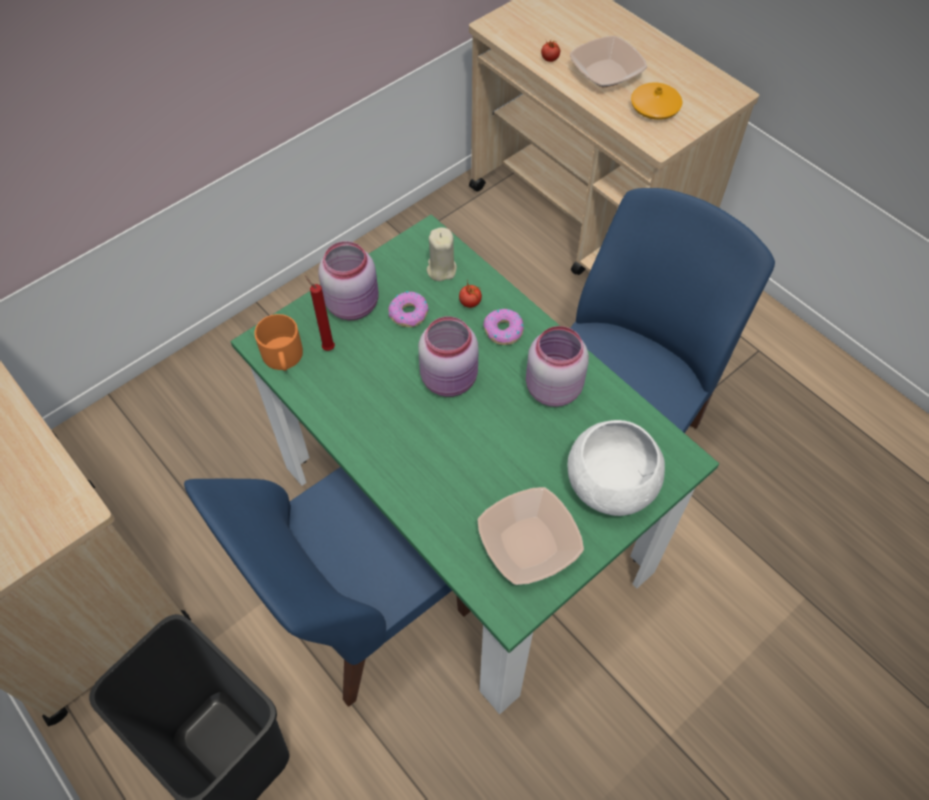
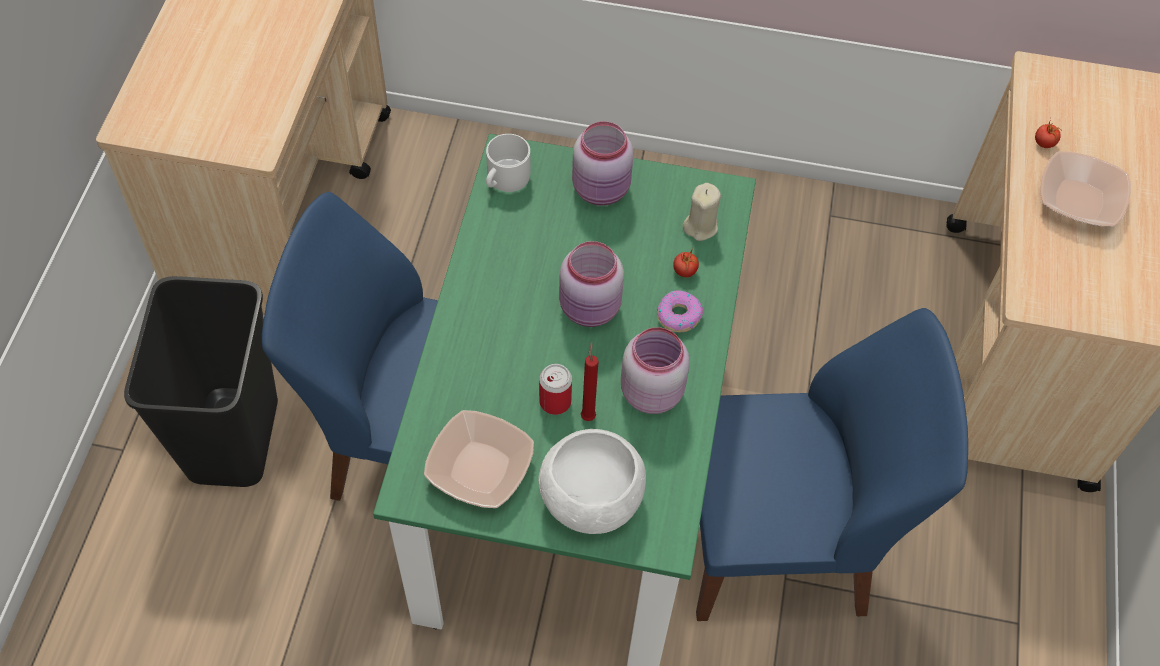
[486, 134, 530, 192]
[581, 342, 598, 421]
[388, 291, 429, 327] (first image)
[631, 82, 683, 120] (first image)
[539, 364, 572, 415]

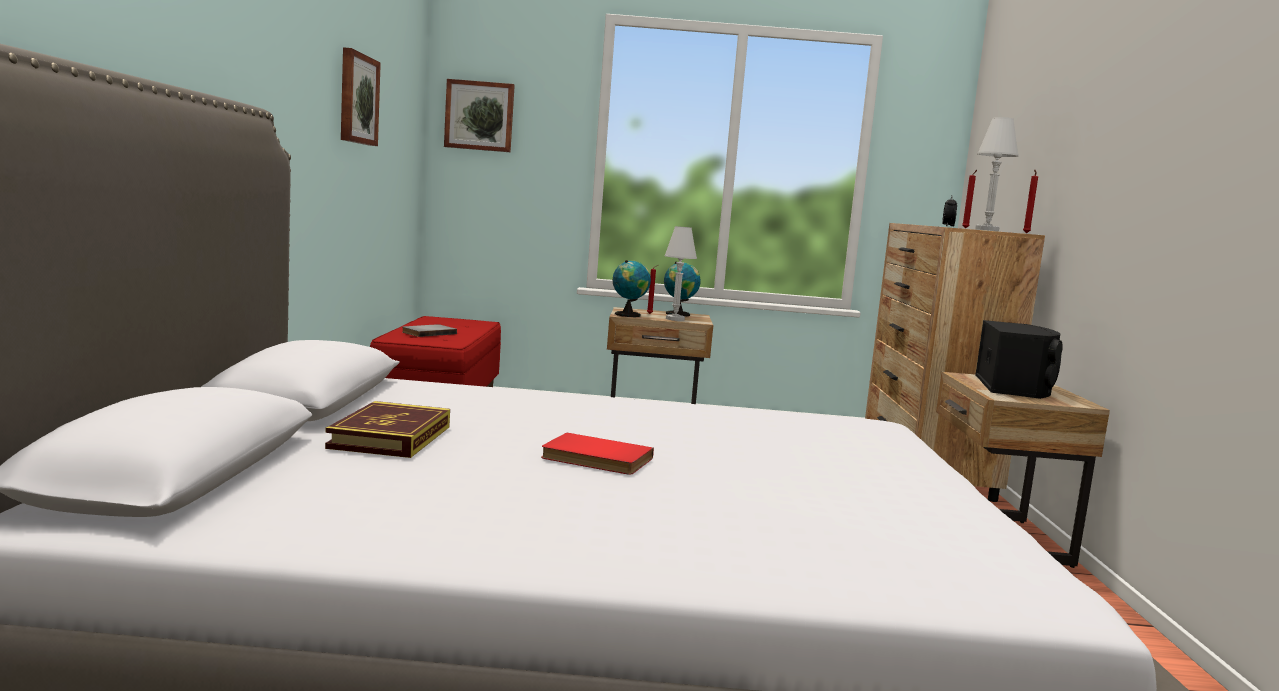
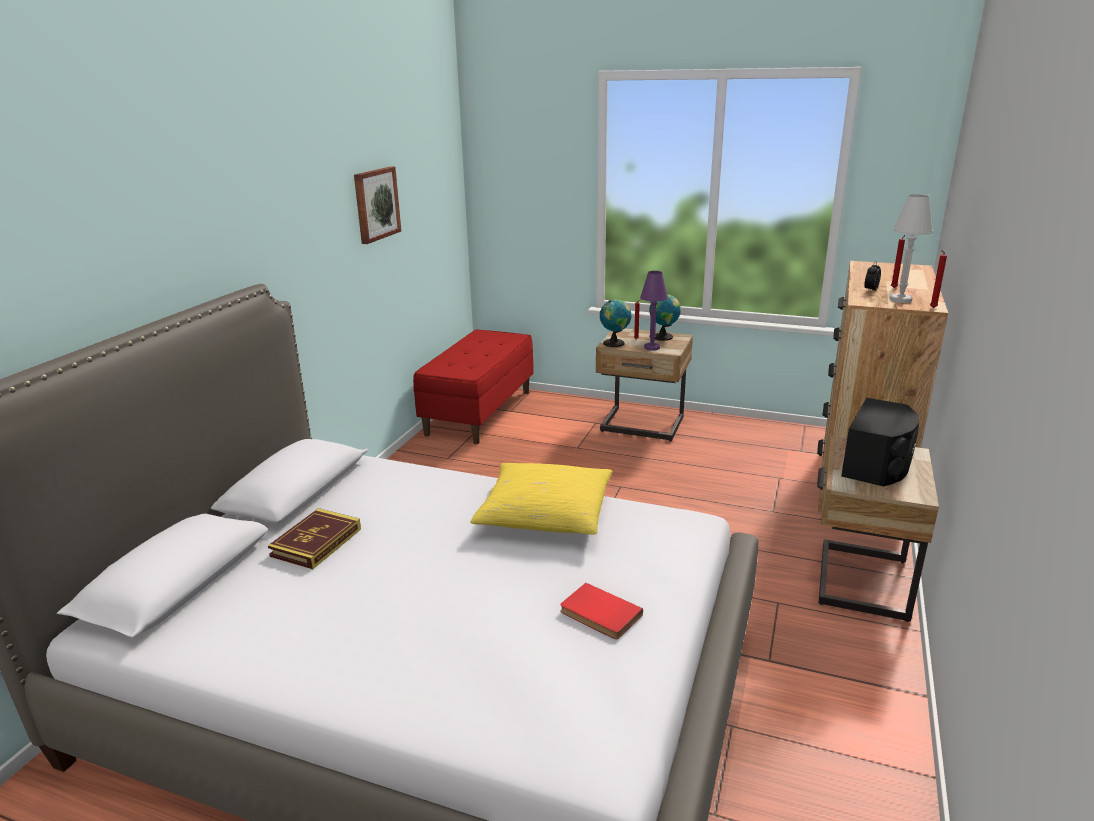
[402, 324, 457, 337] (first image)
[444, 79, 515, 152] (first image)
[560, 583, 643, 639]
[640, 271, 668, 351]
[470, 463, 612, 534]

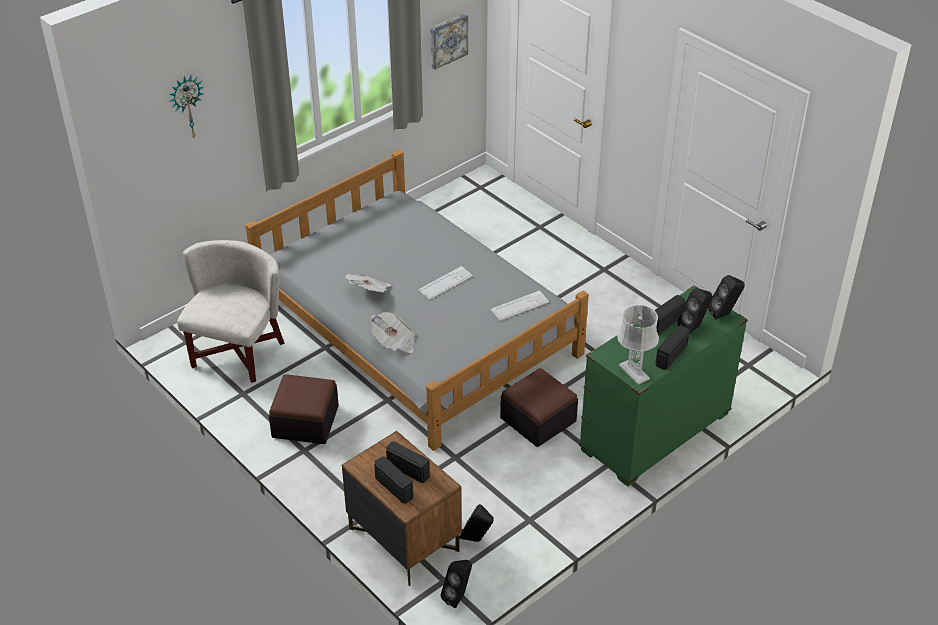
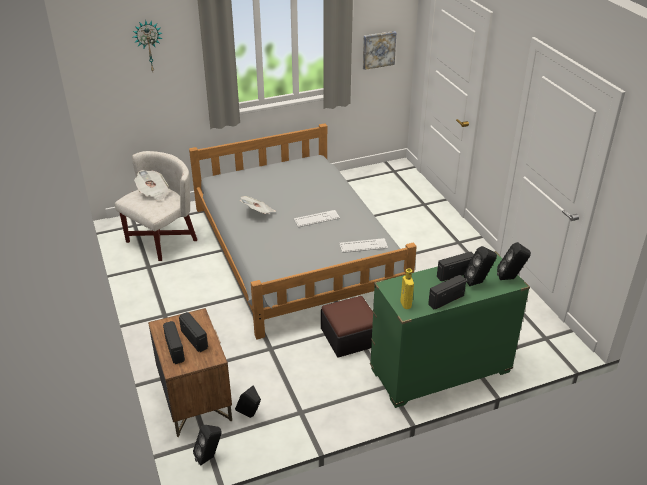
[269, 374, 339, 444] (first image)
[134, 170, 170, 201]
[400, 268, 414, 309]

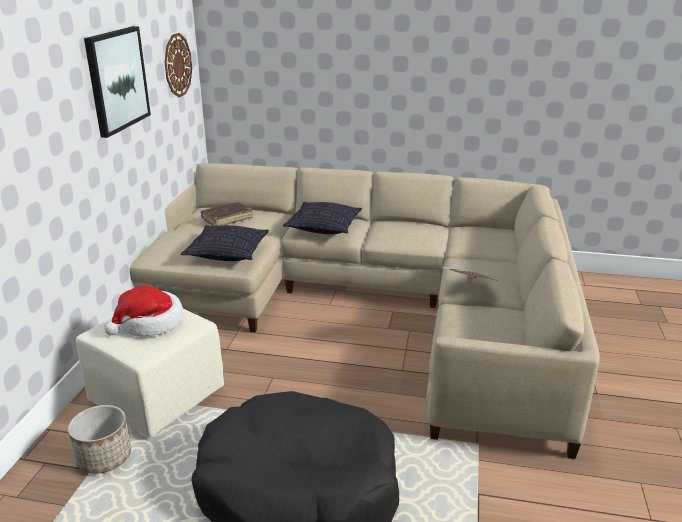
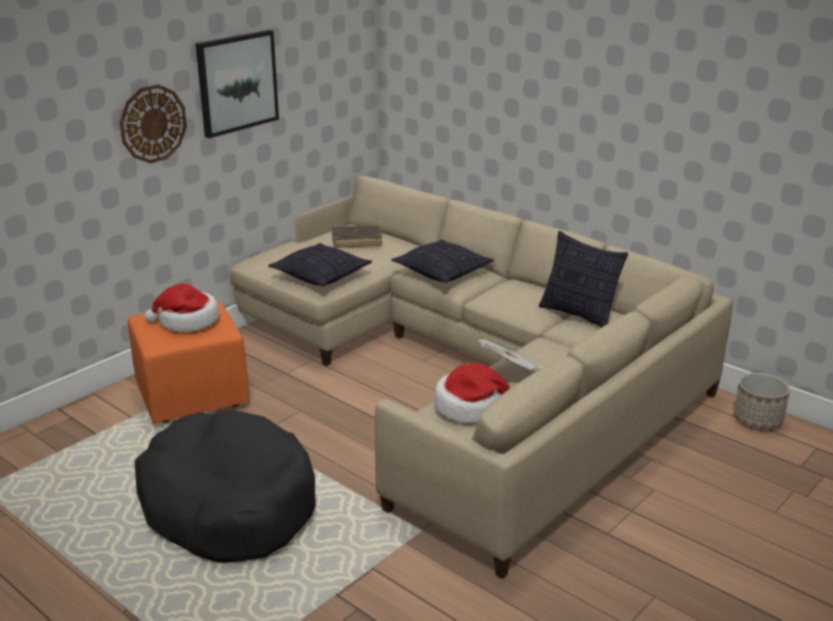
[734, 373, 790, 430]
[128, 301, 250, 424]
[120, 84, 187, 164]
[434, 363, 510, 423]
[539, 231, 628, 328]

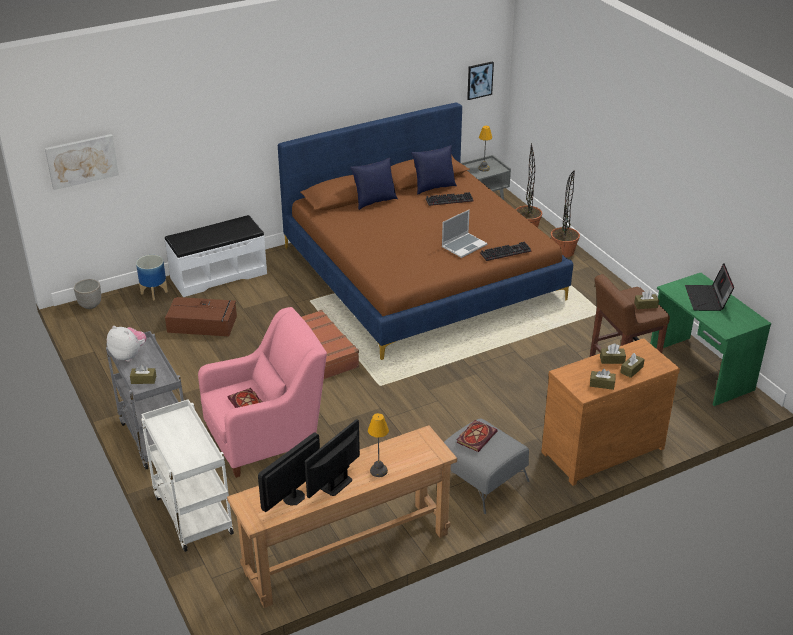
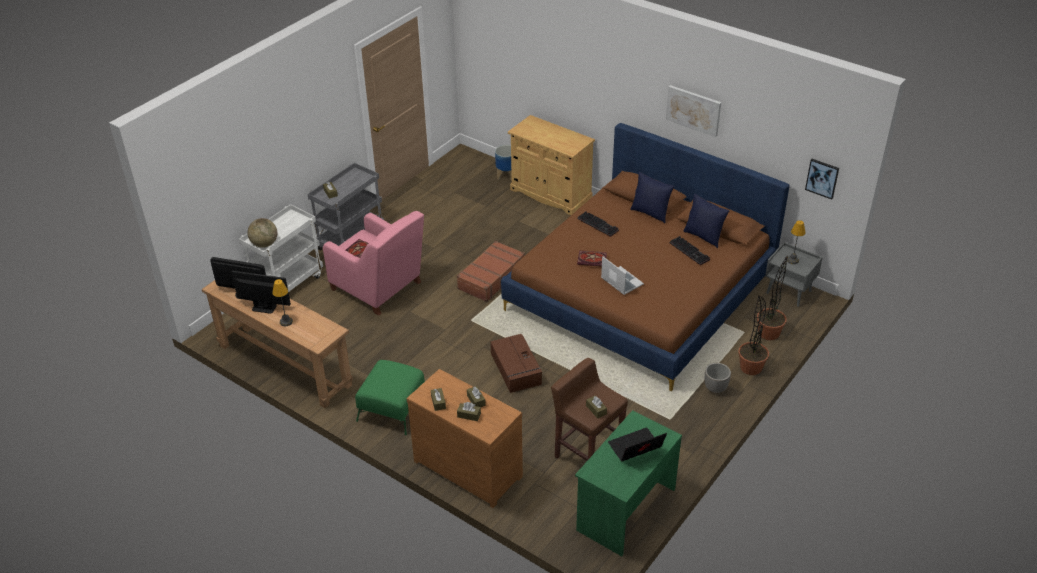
[666, 85, 721, 137]
[705, 363, 731, 393]
[107, 326, 147, 361] (first image)
[508, 115, 595, 215]
[490, 334, 542, 393]
[601, 256, 644, 295]
[355, 360, 425, 435]
[577, 250, 607, 267]
[577, 211, 619, 237]
[248, 218, 277, 248]

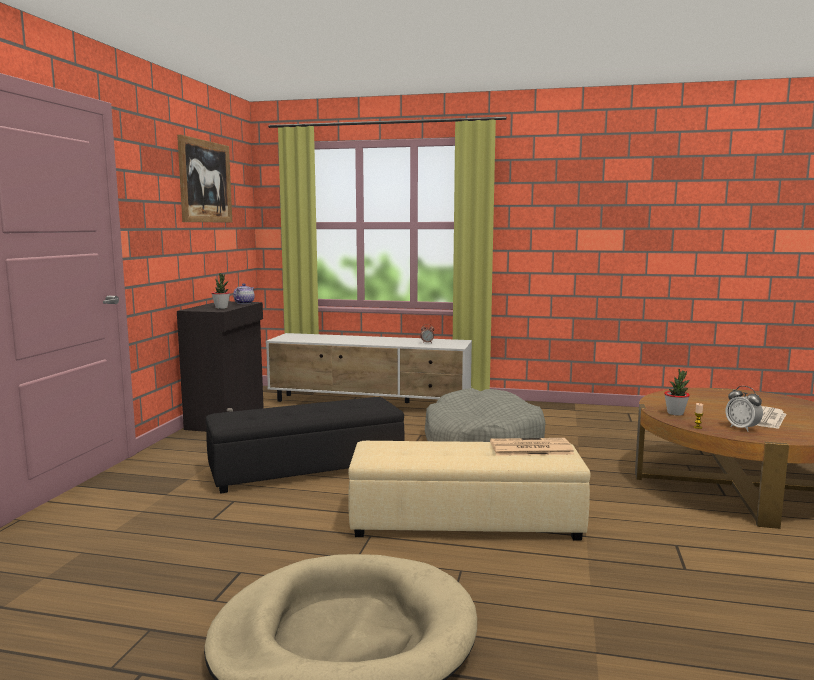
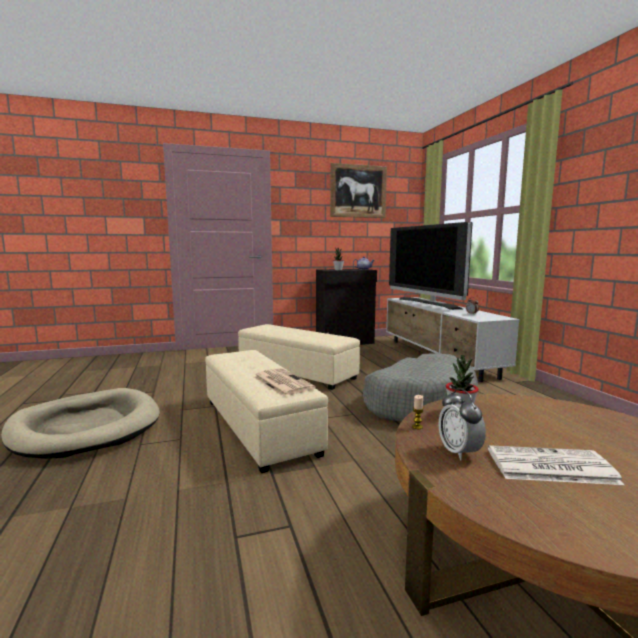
[238, 324, 360, 390]
[438, 388, 486, 460]
[389, 222, 472, 310]

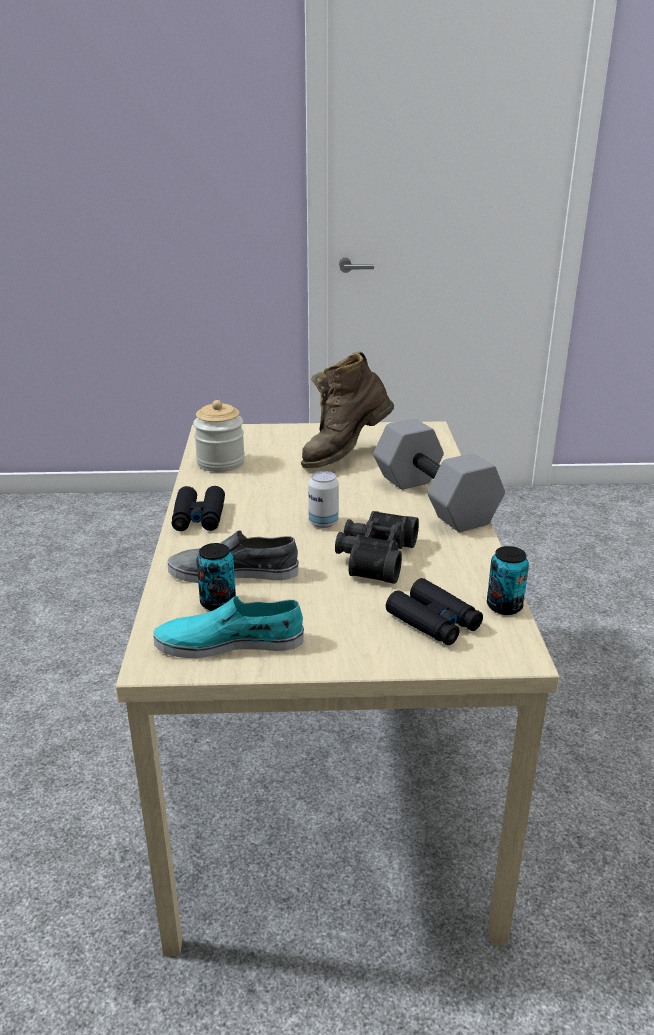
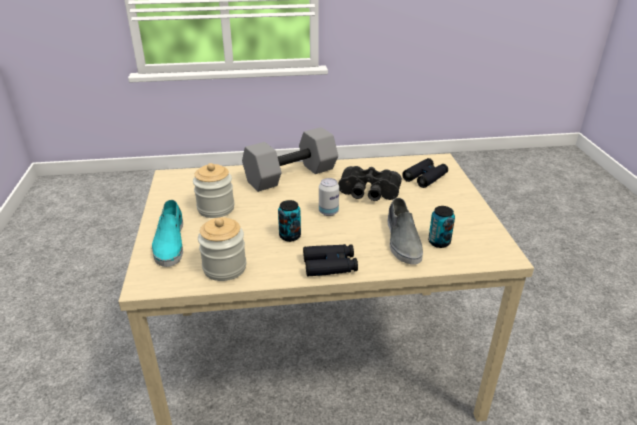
[152, 200, 183, 267]
[193, 163, 234, 218]
[278, 200, 301, 242]

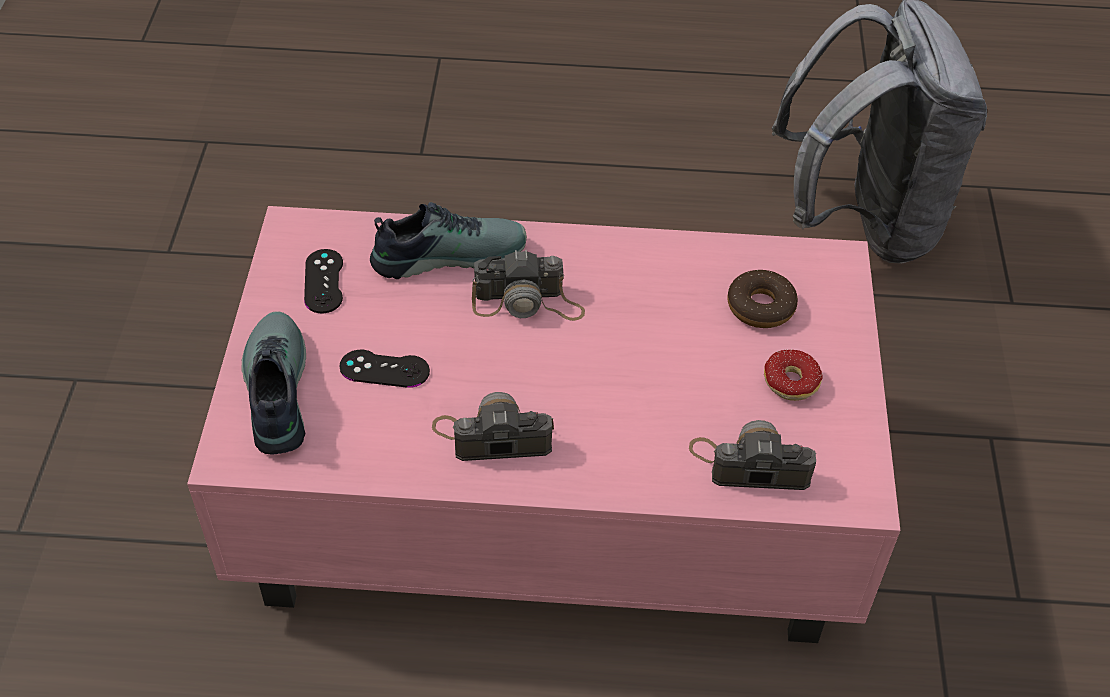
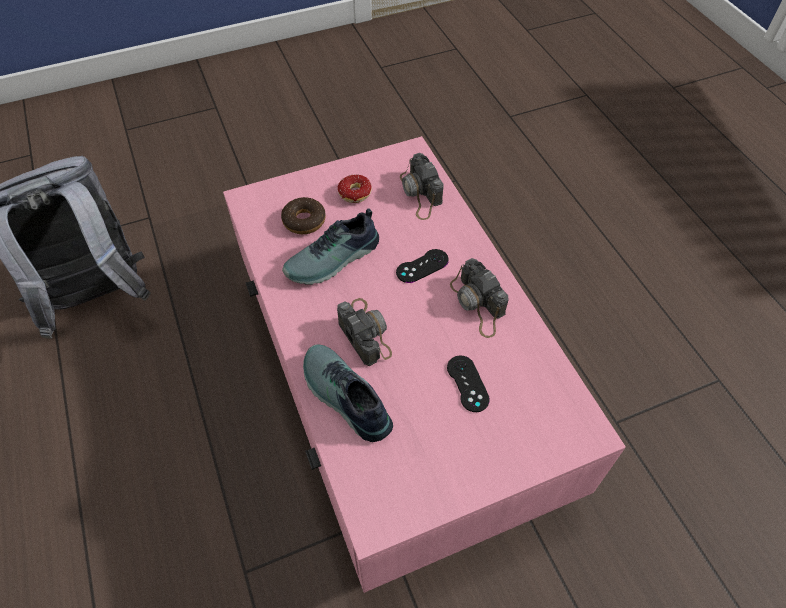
[282, 208, 379, 285]
[396, 249, 449, 283]

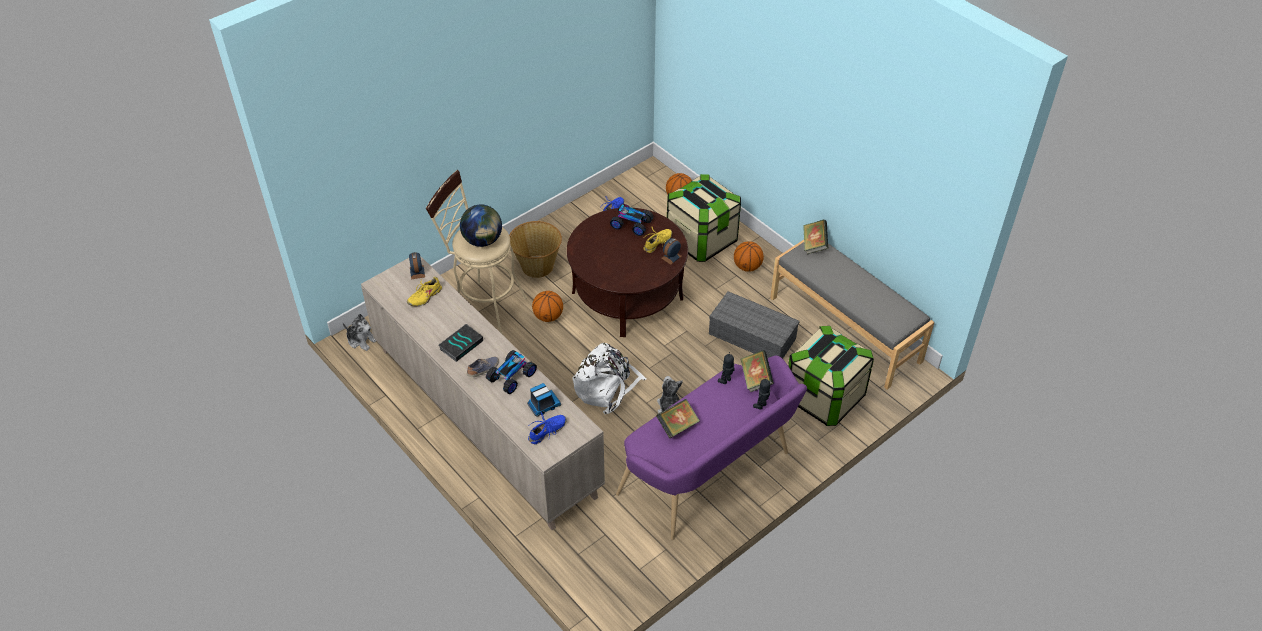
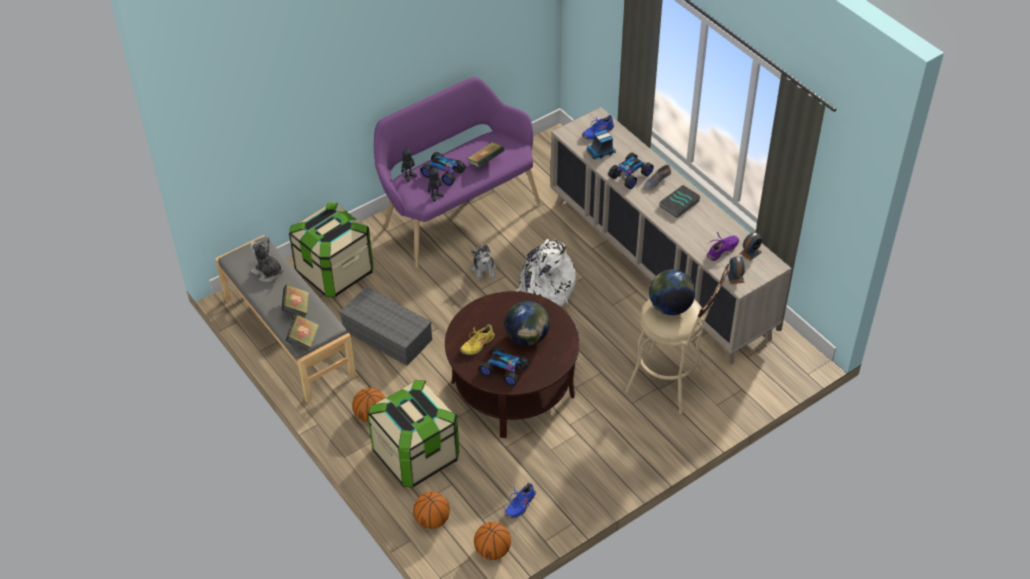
[250, 237, 283, 282]
[707, 232, 739, 261]
[509, 221, 562, 278] (first image)
[474, 522, 511, 560]
[740, 233, 762, 261]
[281, 285, 309, 318]
[420, 152, 466, 186]
[505, 301, 550, 346]

